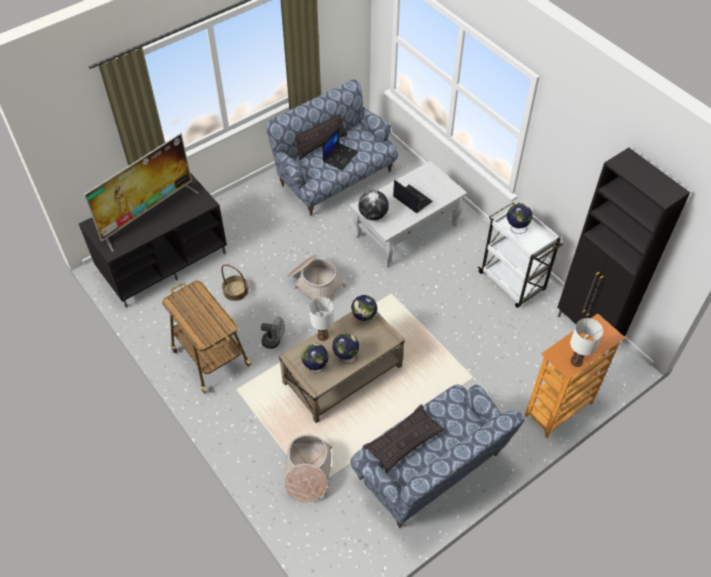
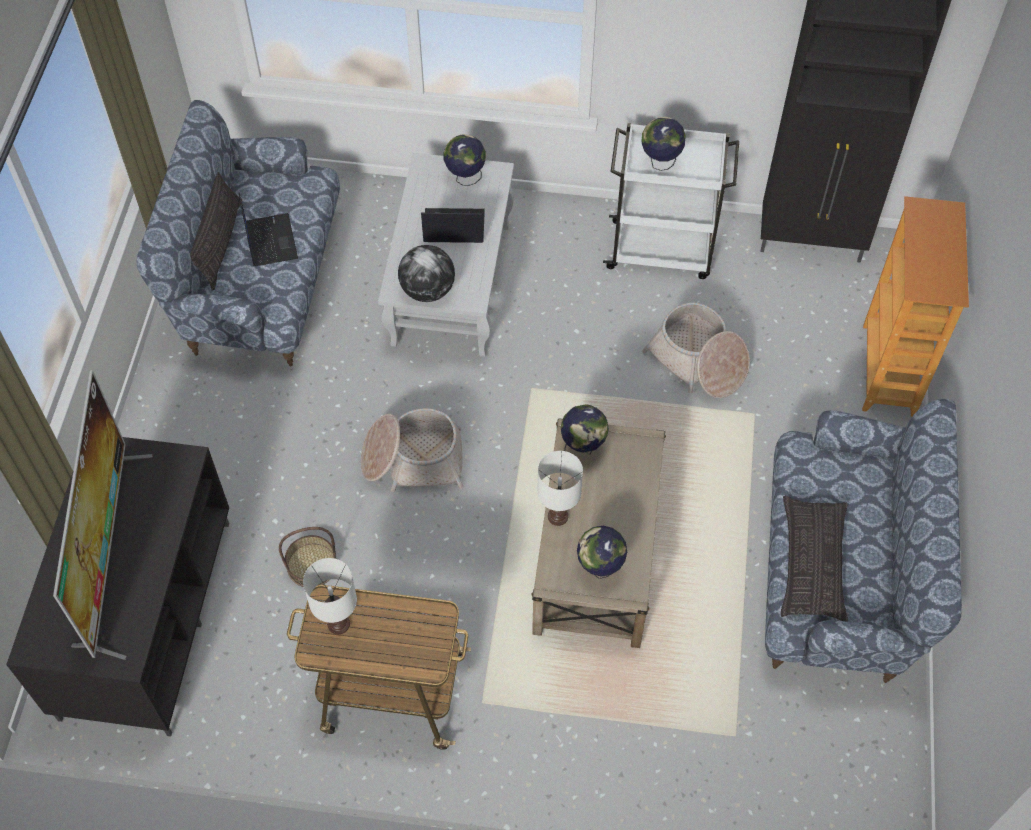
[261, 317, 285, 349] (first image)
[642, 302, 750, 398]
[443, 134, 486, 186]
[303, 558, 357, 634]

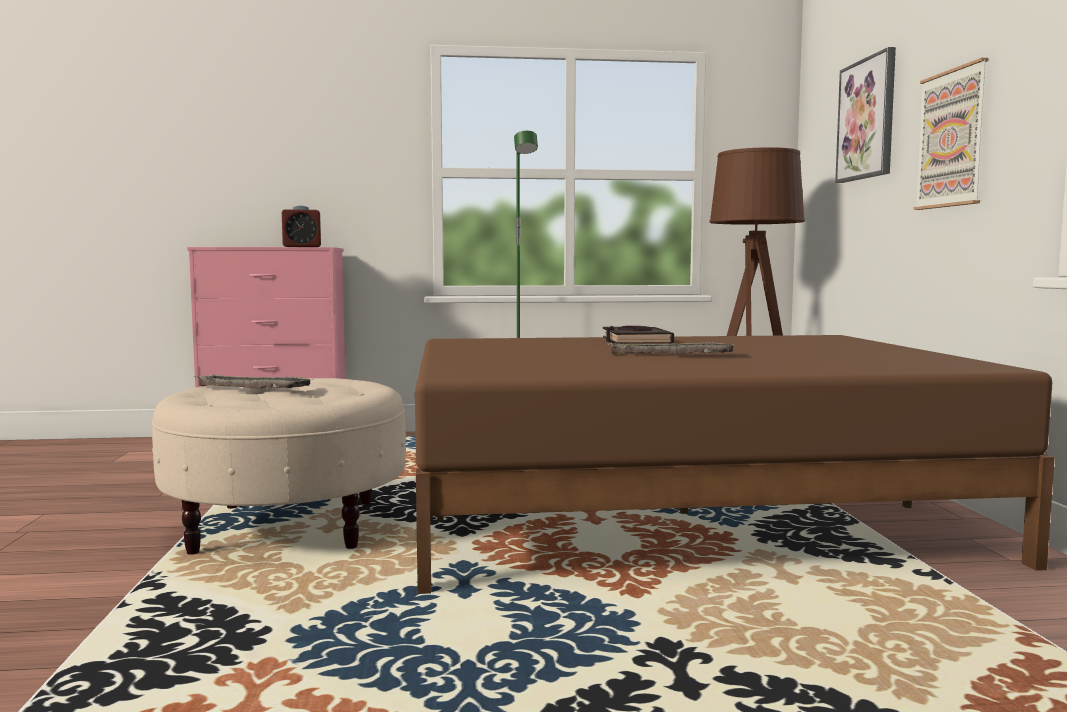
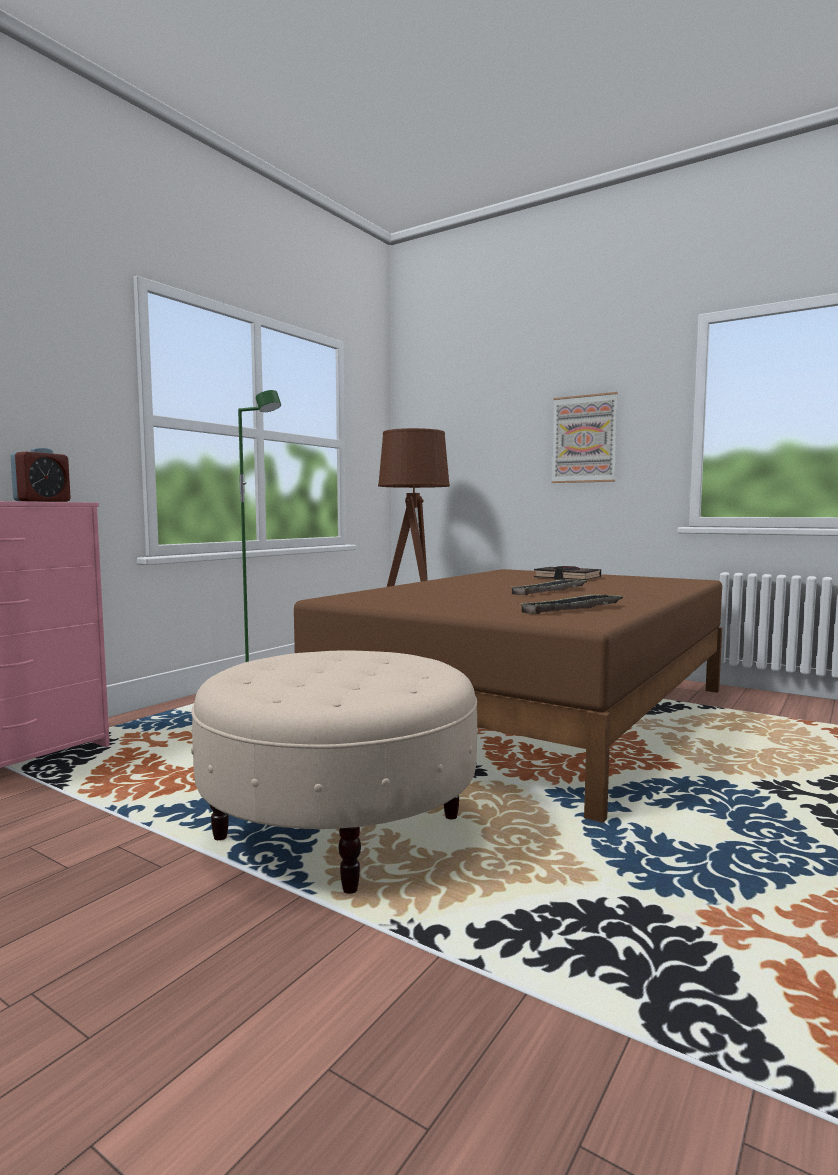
[518, 594, 623, 614]
[534, 566, 601, 580]
[835, 47, 896, 183] (first image)

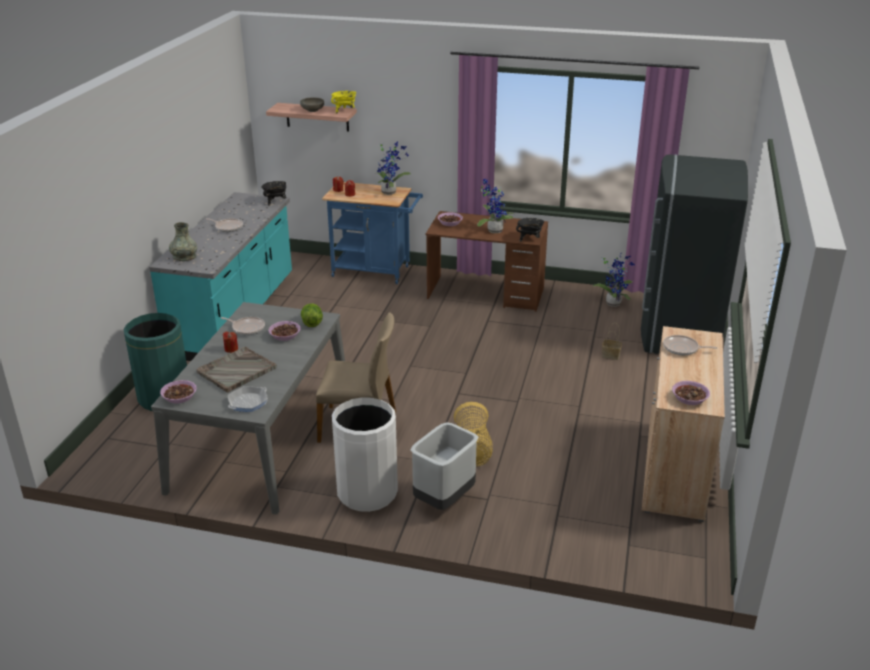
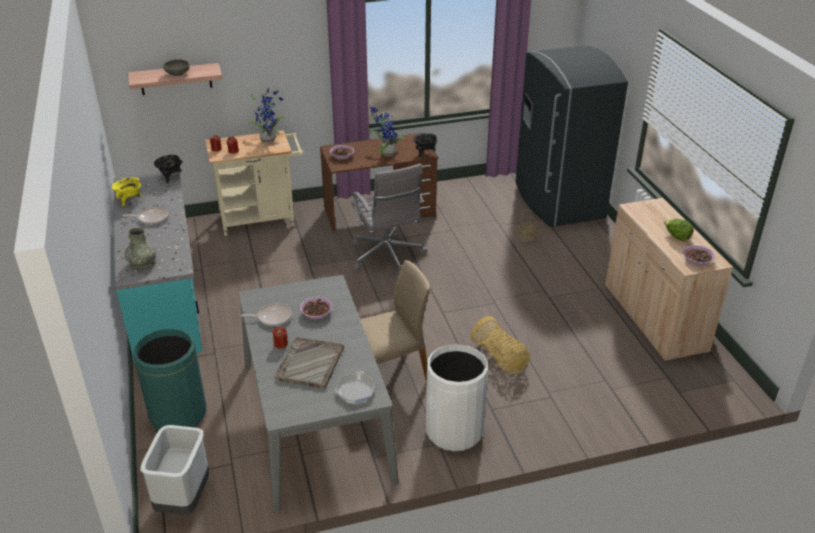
[160, 380, 197, 404] (first image)
[664, 219, 694, 241]
[205, 130, 304, 236]
[112, 177, 142, 208]
[140, 425, 209, 515]
[593, 252, 635, 307] (first image)
[663, 335, 717, 355] (first image)
[352, 164, 427, 275]

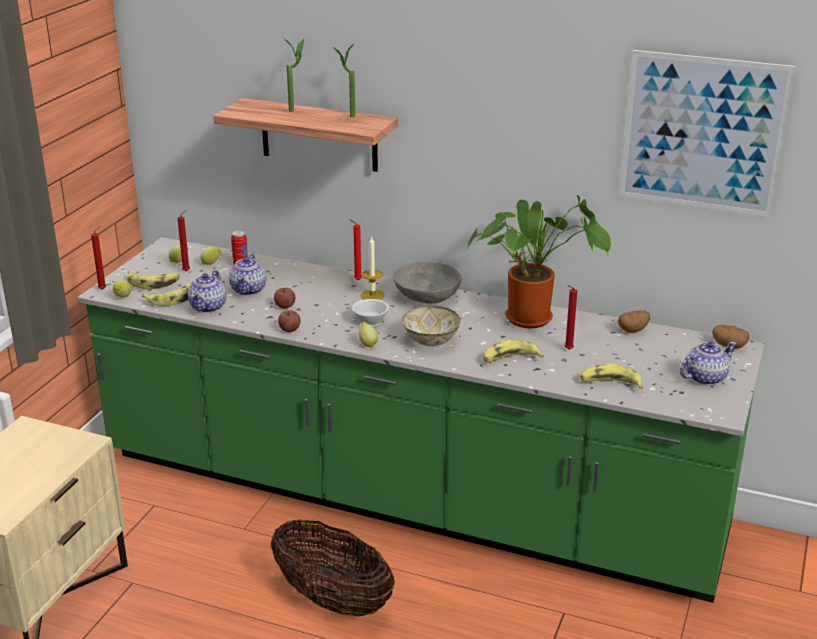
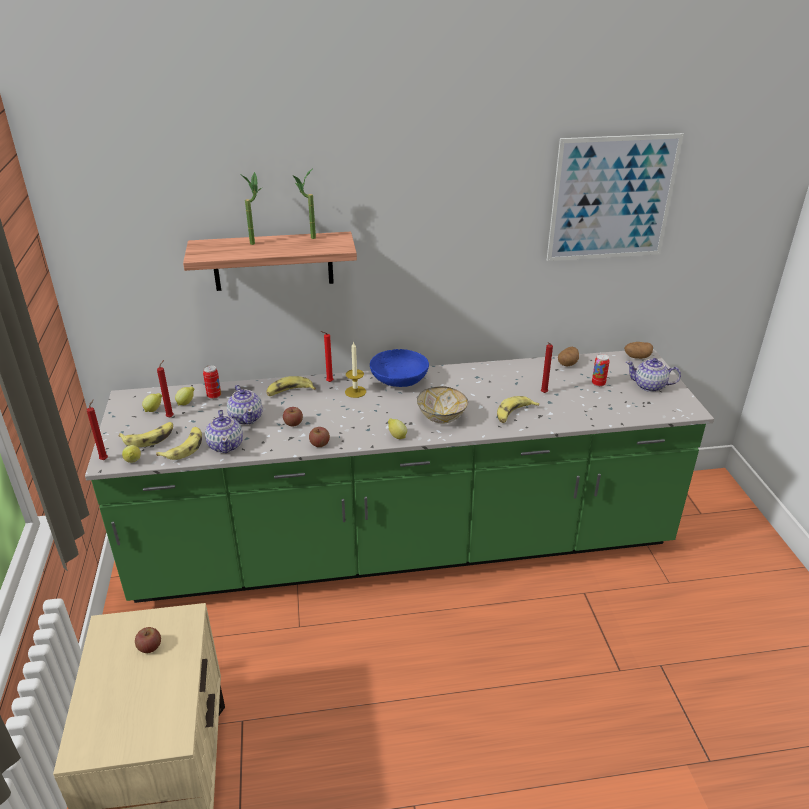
[270, 519, 395, 616] (first image)
[352, 299, 389, 326] (first image)
[370, 349, 429, 387]
[467, 195, 611, 328] (first image)
[267, 376, 316, 396]
[626, 358, 681, 392]
[135, 627, 161, 653]
[592, 354, 610, 387]

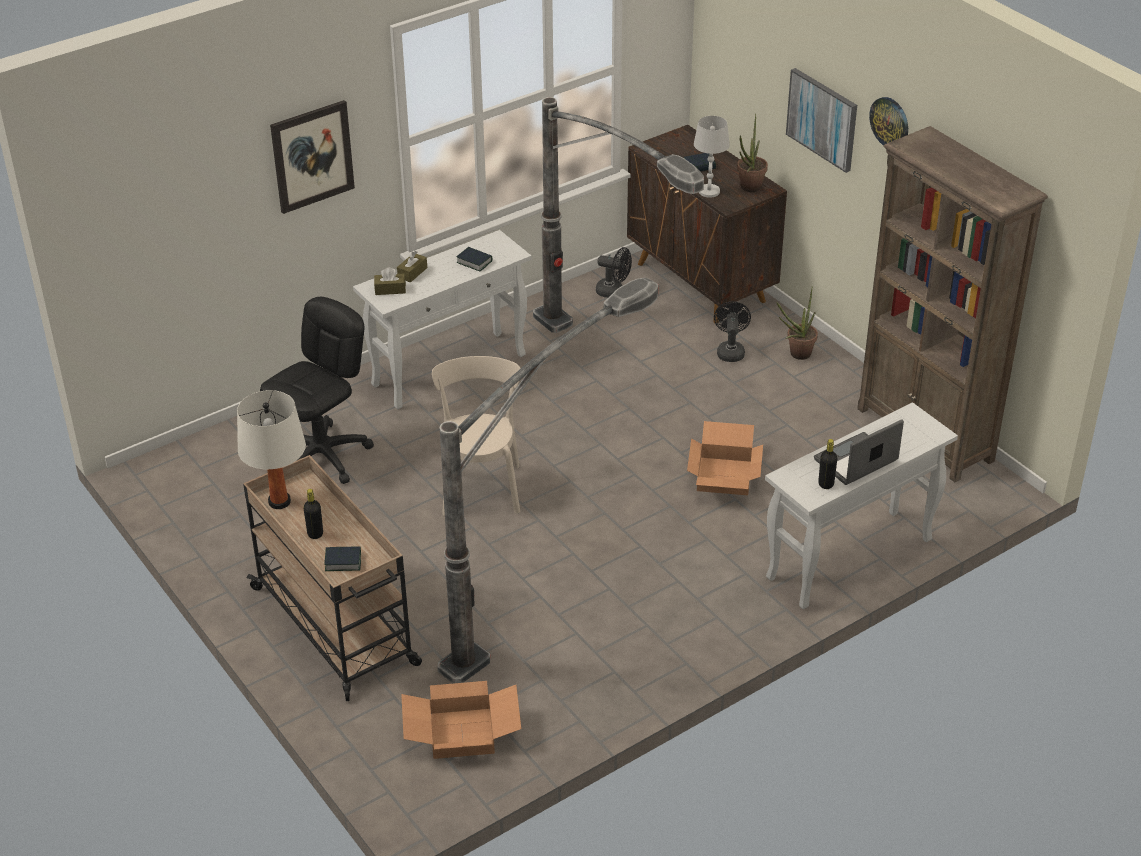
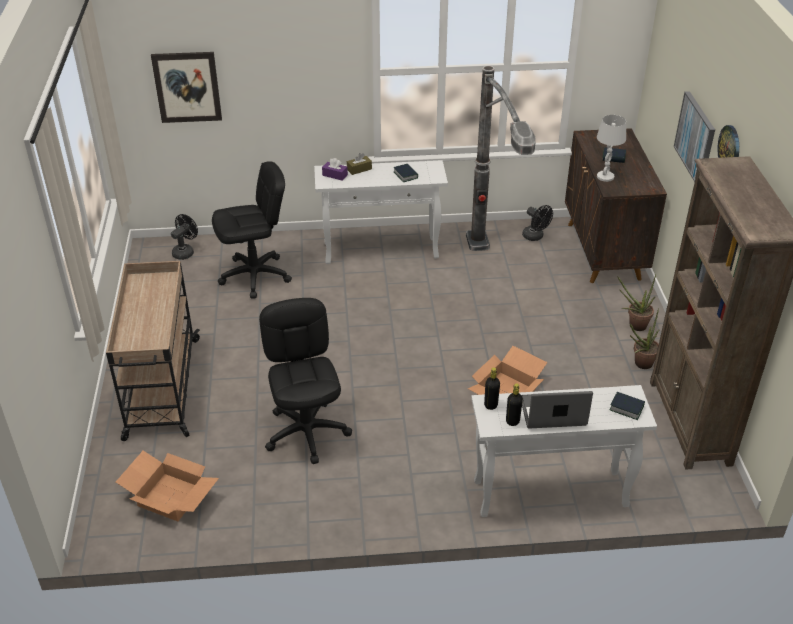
[237, 390, 306, 509] (first image)
[151, 52, 222, 123]
[484, 367, 500, 410]
[609, 392, 645, 420]
[322, 158, 348, 180]
[432, 356, 521, 516] (first image)
[259, 298, 352, 464]
[171, 214, 198, 260]
[630, 308, 659, 369]

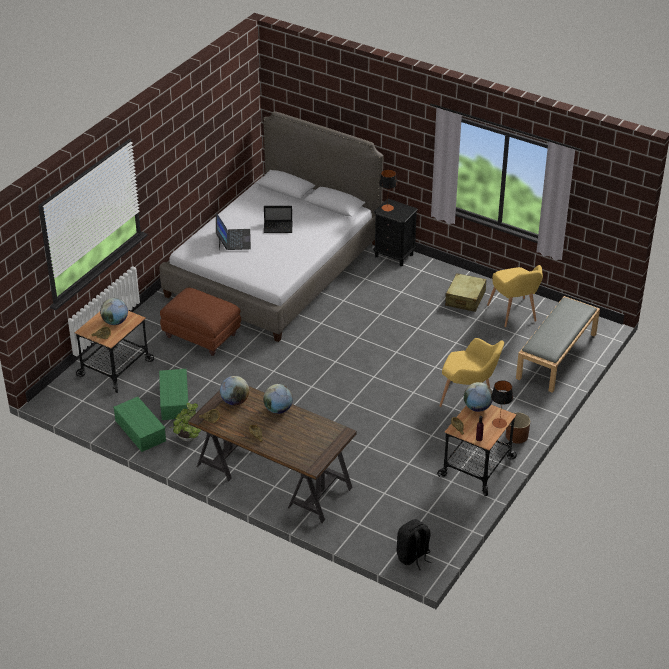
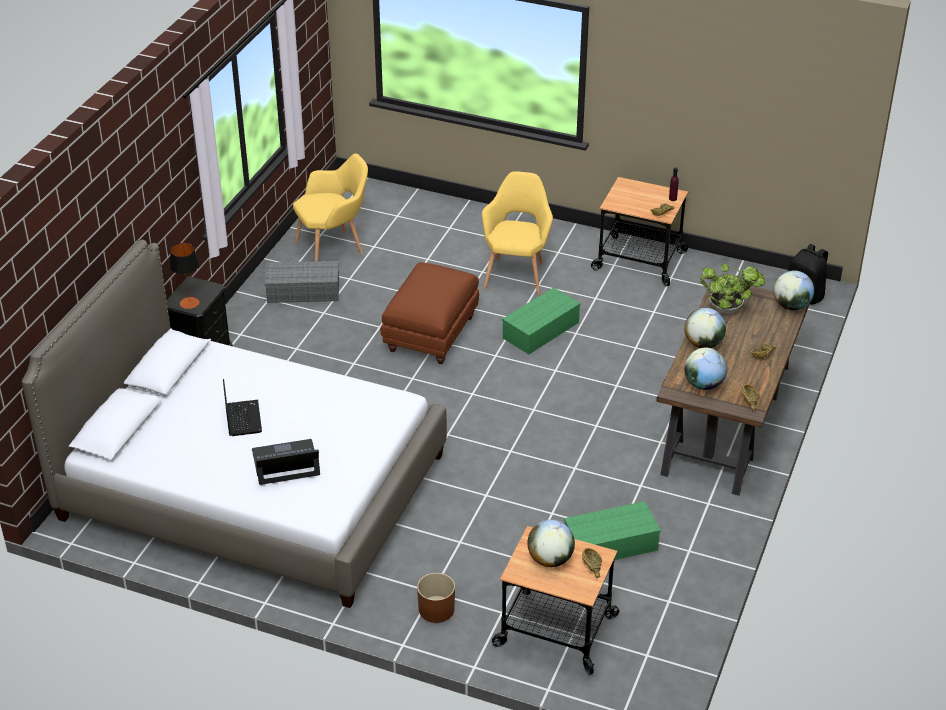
[502, 287, 581, 355]
[380, 262, 479, 364]
[700, 263, 765, 315]
[265, 261, 339, 303]
[773, 270, 814, 311]
[491, 380, 513, 428] (first image)
[417, 573, 455, 623]
[516, 296, 600, 393] (first image)

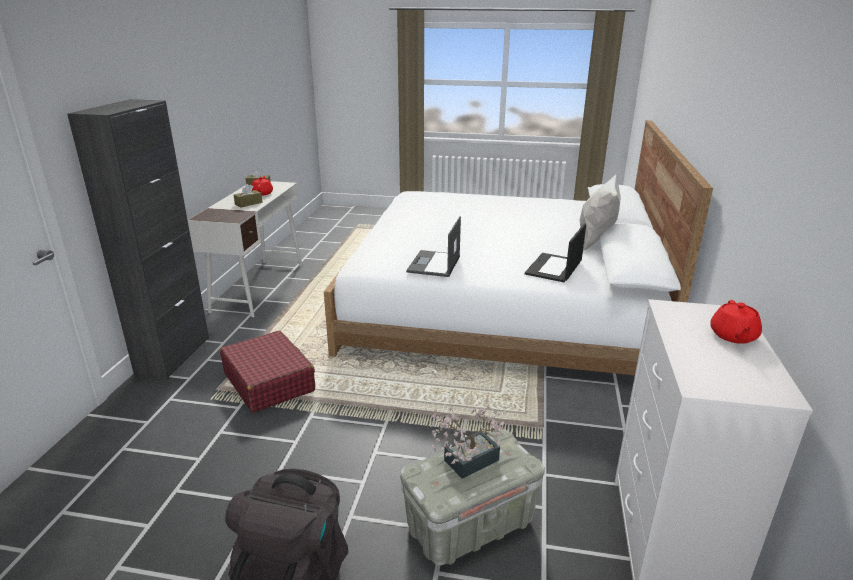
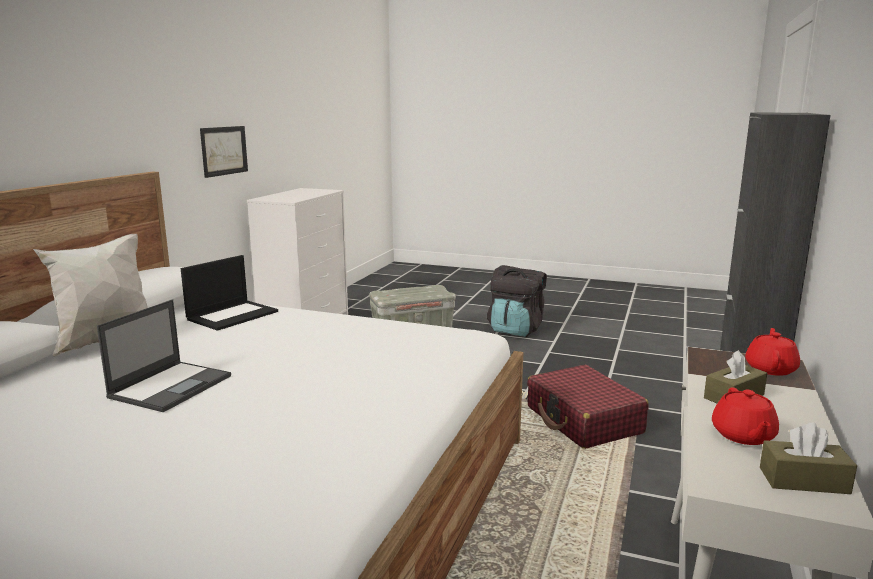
[97, 299, 231, 412]
[430, 406, 504, 479] (first image)
[745, 328, 800, 376]
[200, 126, 248, 178]

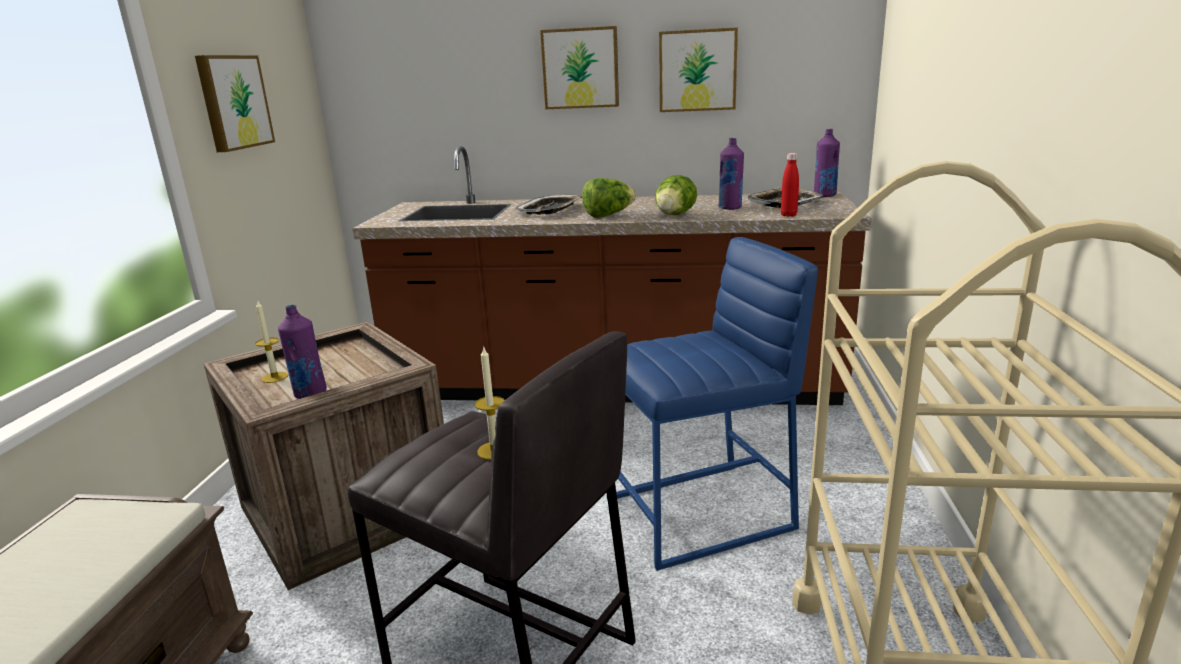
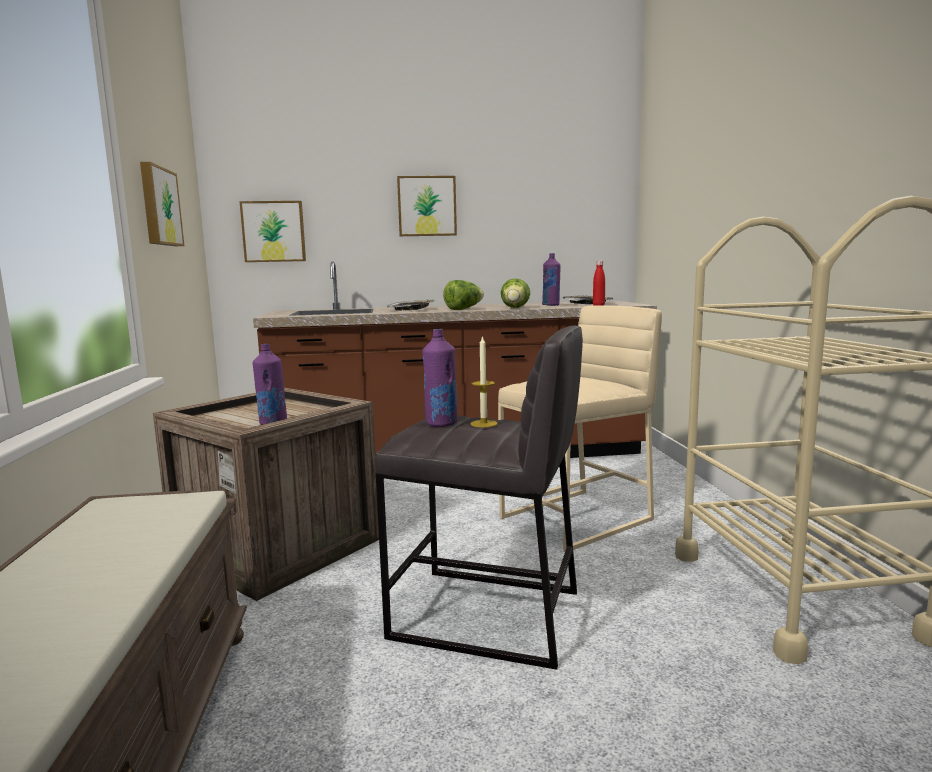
[255, 300, 288, 383] (first image)
[498, 306, 662, 552]
[239, 201, 306, 262]
[422, 329, 458, 427]

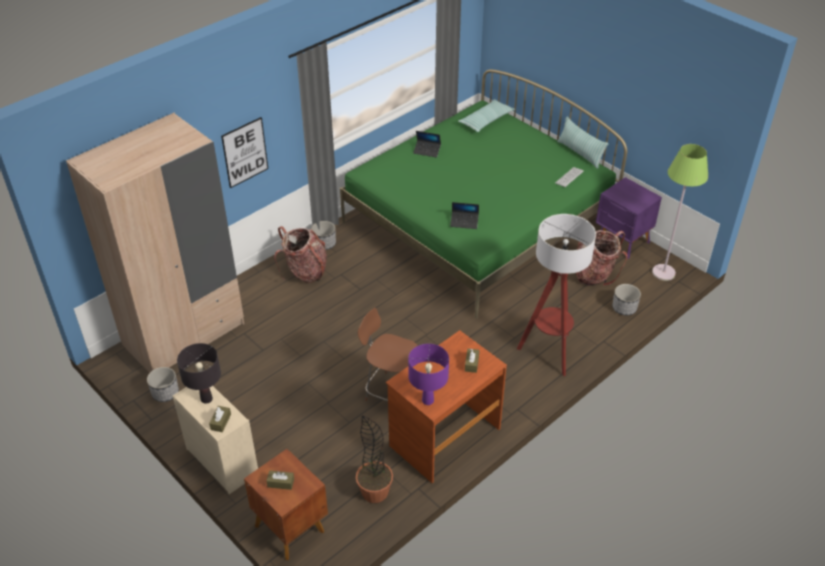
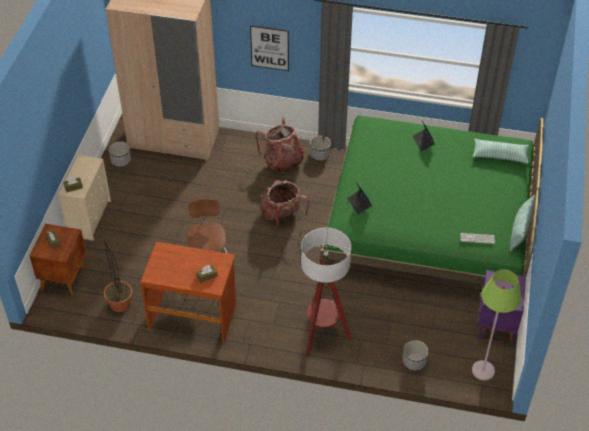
[177, 343, 221, 404] (first image)
[408, 344, 449, 405] (first image)
[260, 180, 309, 227]

